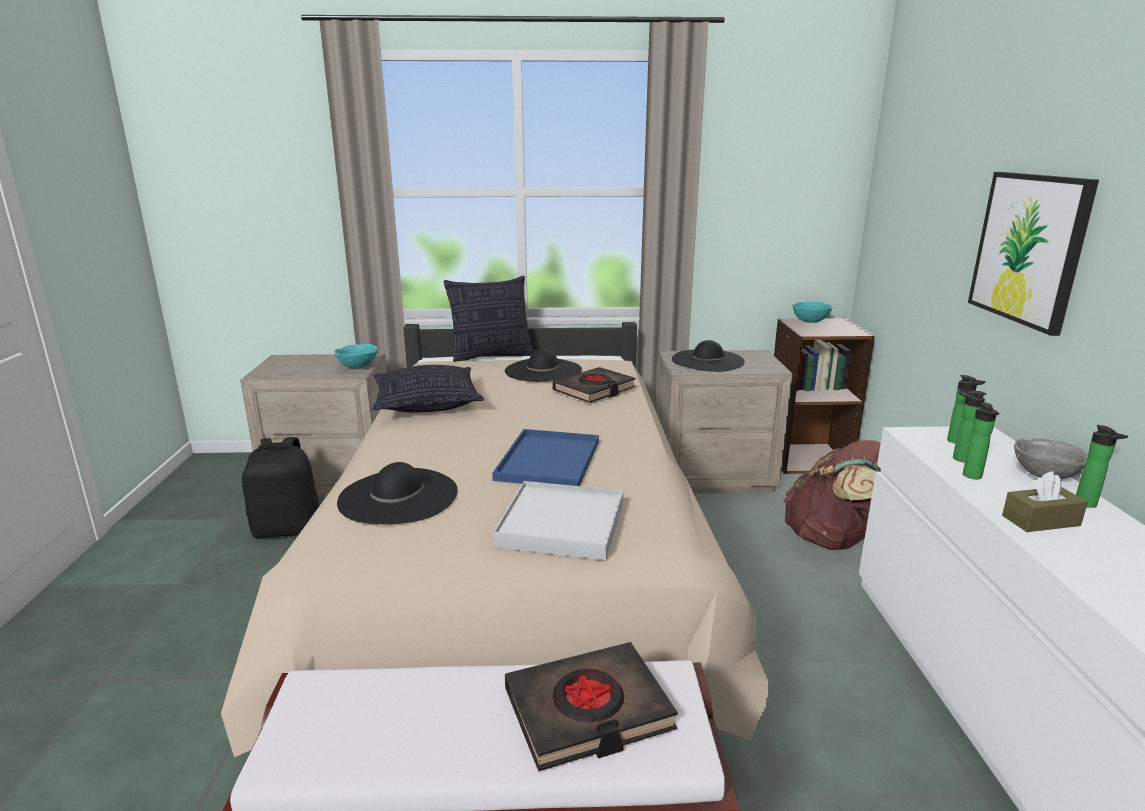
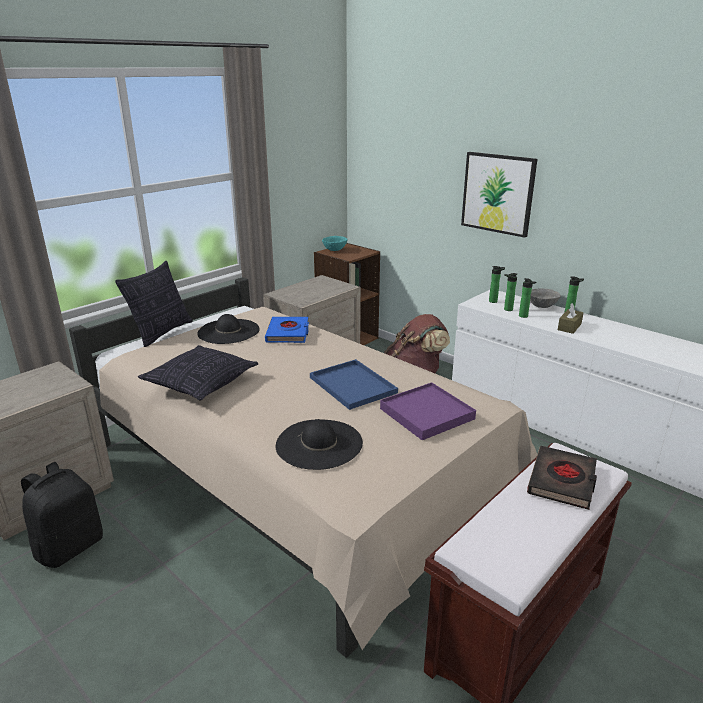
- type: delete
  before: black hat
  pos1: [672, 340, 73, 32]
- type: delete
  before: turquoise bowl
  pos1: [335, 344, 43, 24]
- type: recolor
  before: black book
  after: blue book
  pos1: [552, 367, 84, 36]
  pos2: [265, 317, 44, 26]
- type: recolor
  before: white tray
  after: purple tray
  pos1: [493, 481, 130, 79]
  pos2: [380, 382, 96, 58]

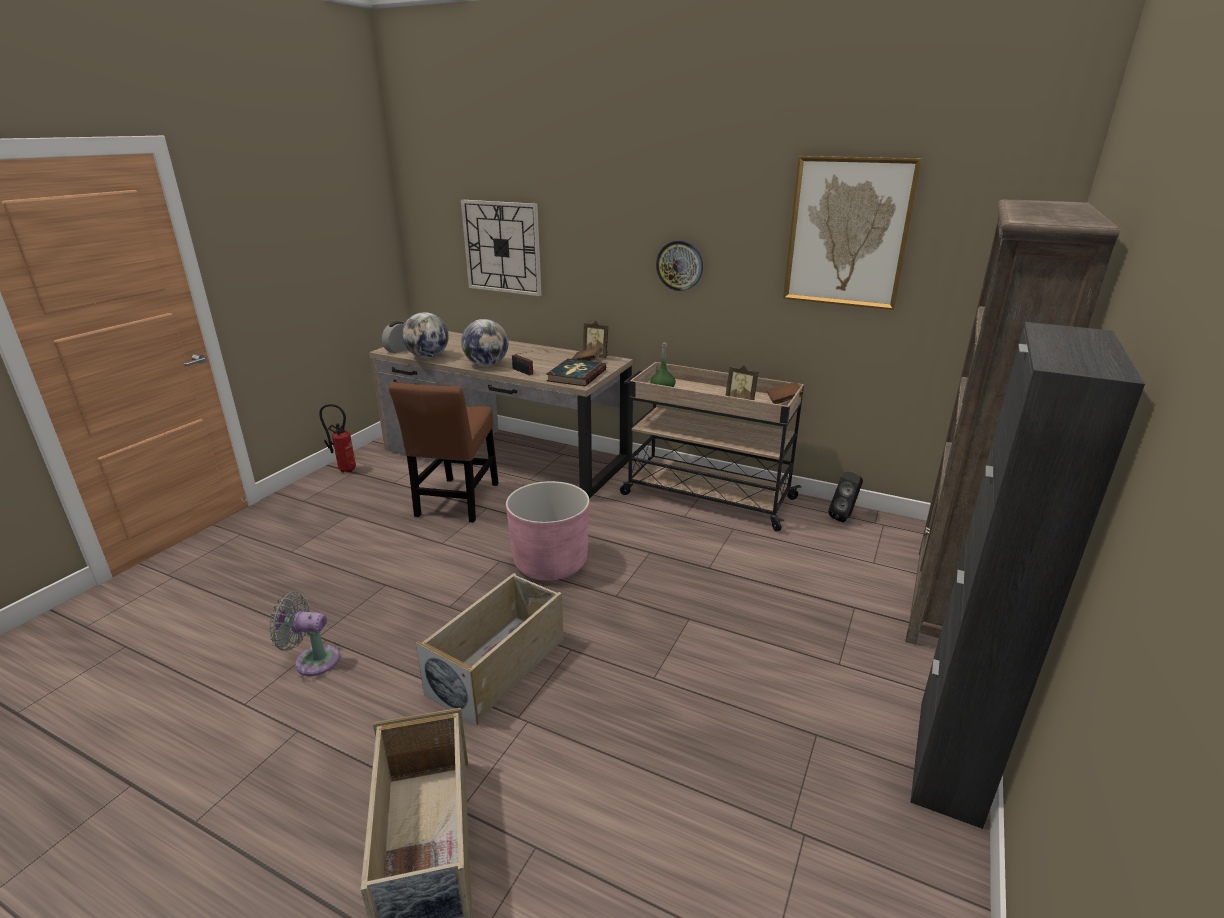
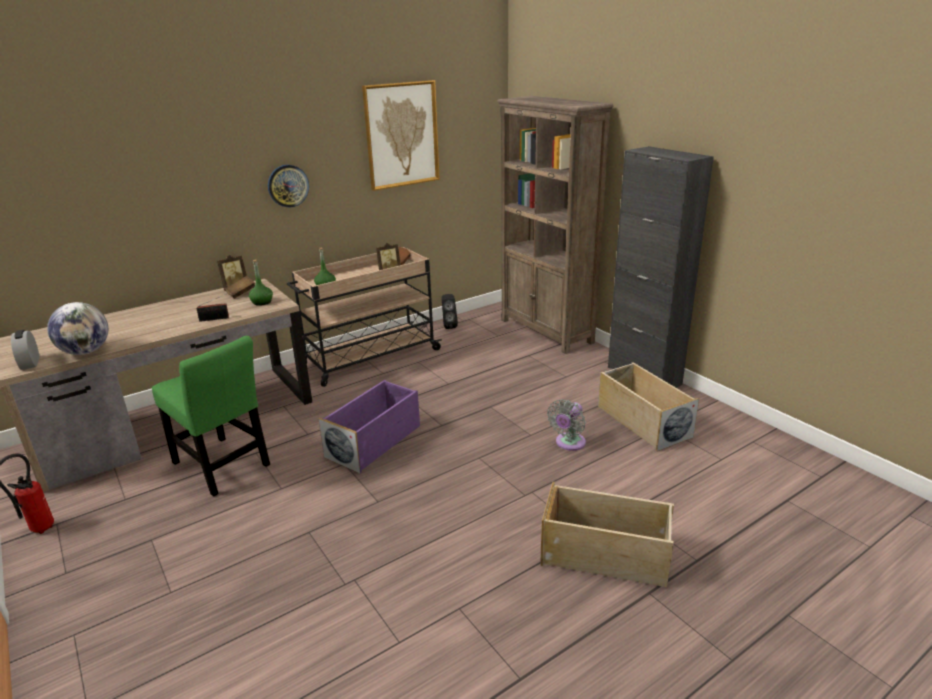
- type: delete
  before: wall clock
  pos1: [461, 200, 81, 96]
- type: delete
  before: globe
  pos1: [461, 319, 47, 47]
- type: replace
  before: book
  after: green bottle
  pos1: [546, 359, 60, 27]
  pos2: [249, 259, 24, 47]
- type: recolor
  before: brown chair
  after: green chair
  pos1: [389, 382, 110, 141]
  pos2: [152, 336, 118, 161]
- type: replace
  before: pink planter
  after: purple storage box
  pos1: [506, 481, 84, 100]
  pos2: [319, 380, 101, 93]
- type: move
  before: beige storage box
  pos1: [416, 573, 148, 153]
  pos2: [598, 362, 101, 89]
- type: move
  before: grey fan
  pos1: [269, 592, 71, 84]
  pos2: [547, 399, 39, 52]

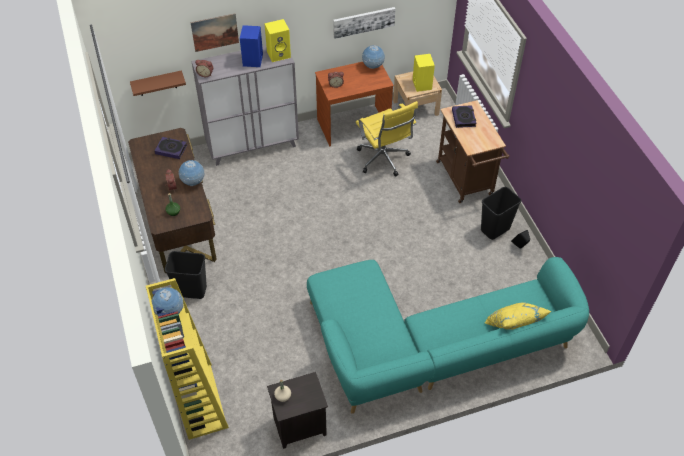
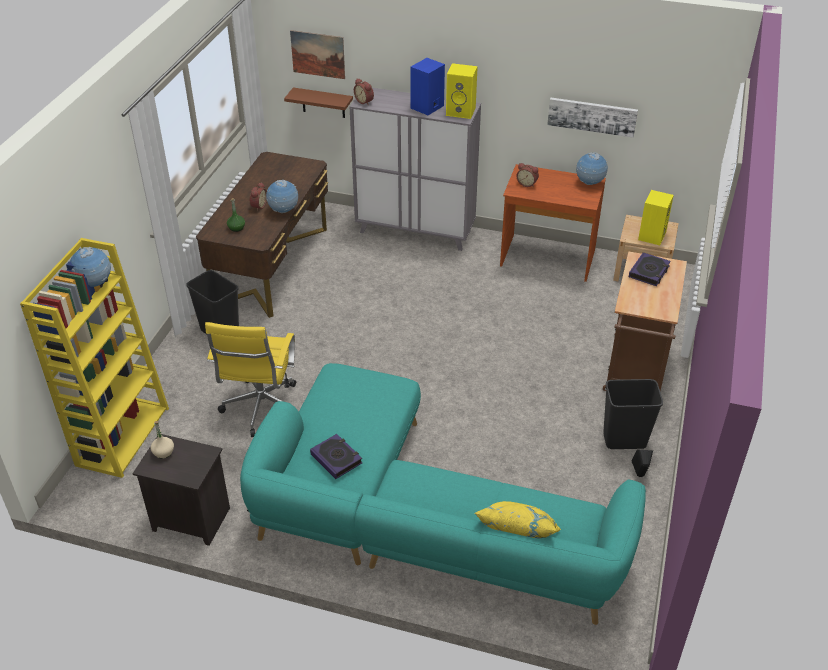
- type: move
  before: picture
  pos1: [190, 13, 49, 39]
  pos2: [290, 30, 55, 49]
- type: move
  before: yellow office chair
  pos1: [356, 101, 62, 75]
  pos2: [205, 322, 91, 115]
- type: move
  before: book
  pos1: [154, 137, 33, 22]
  pos2: [310, 434, 53, 45]

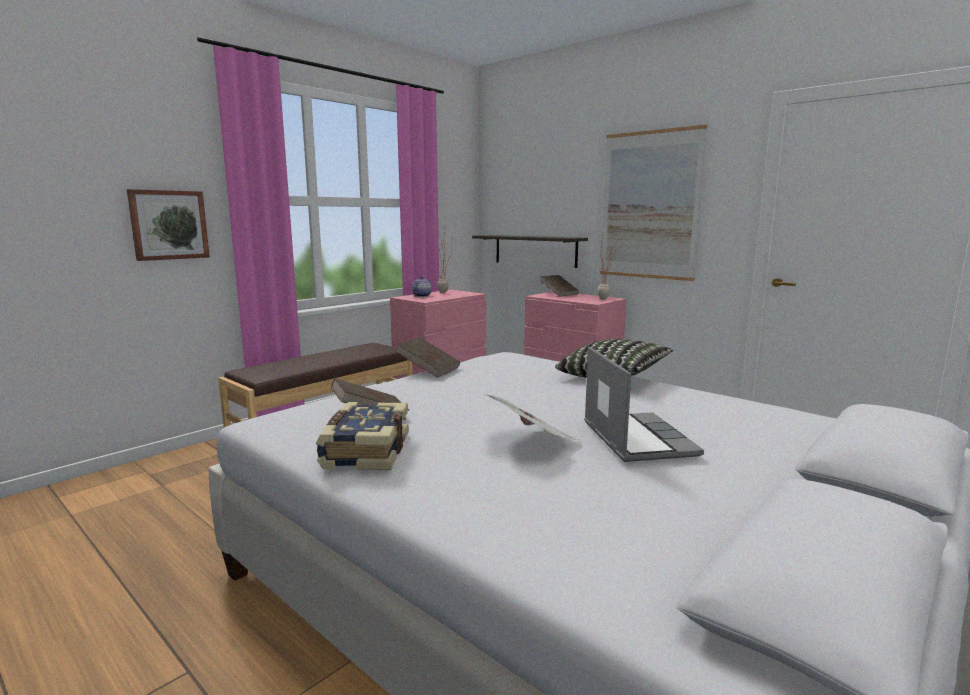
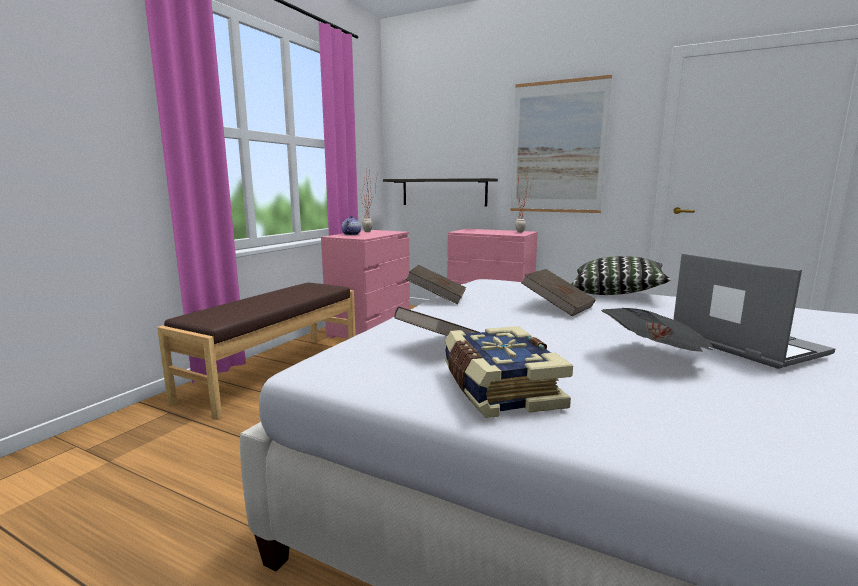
- type: delete
  before: picture
  pos1: [127, 189, 83, 72]
- type: move
  before: brown book
  pos1: [539, 275, 40, 21]
  pos2: [521, 269, 75, 47]

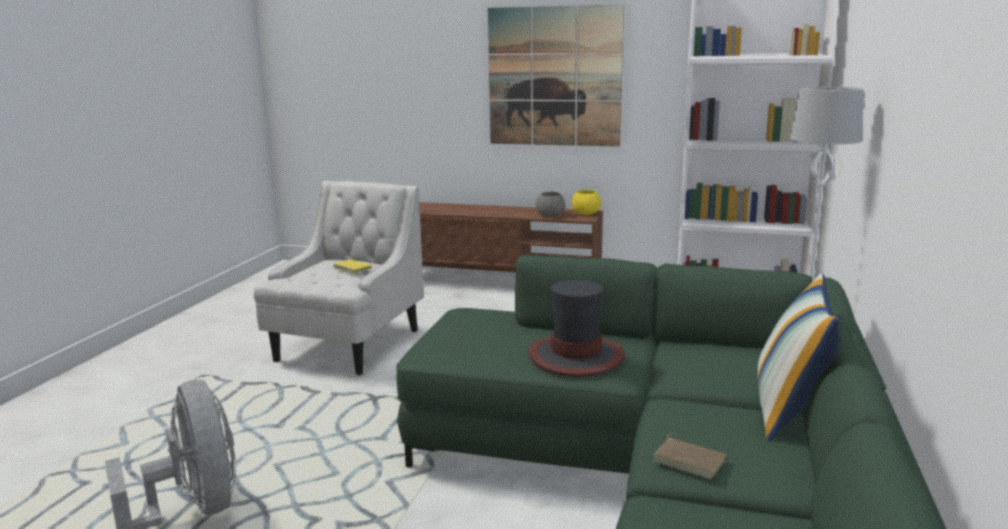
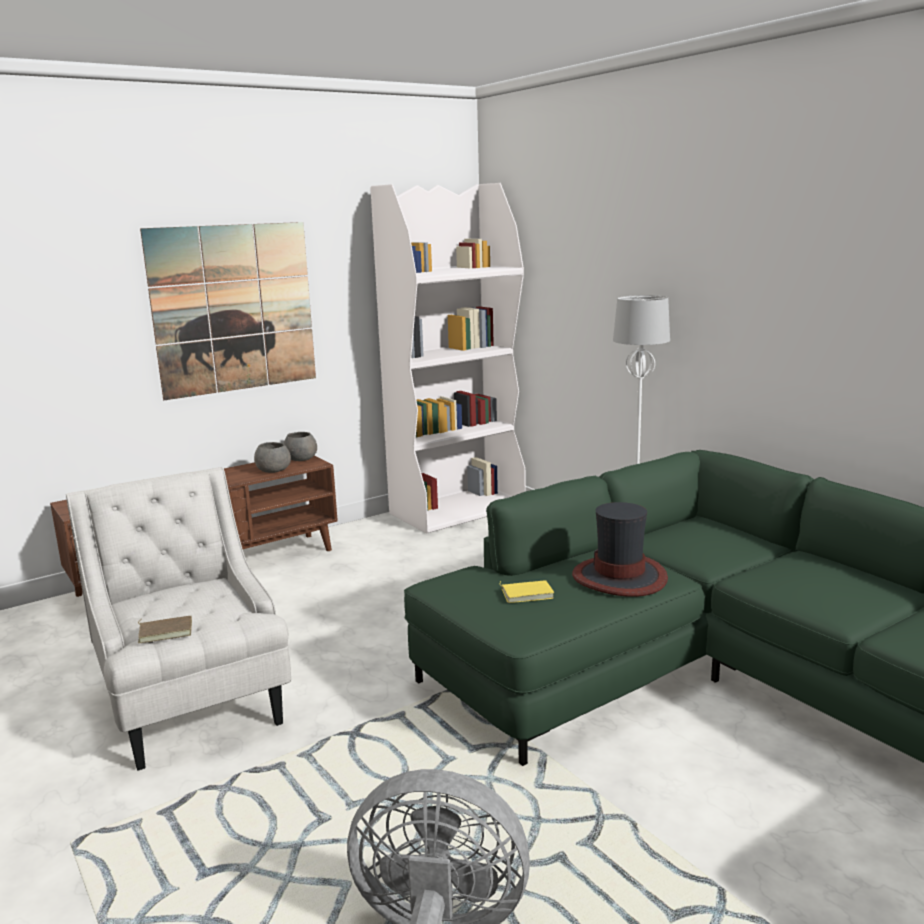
- type: recolor
  before: yellow bowl
  after: grey bowl
  pos1: [572, 190, 29, 25]
  pos2: [283, 432, 34, 29]
- type: move
  before: yellow book
  pos1: [333, 258, 39, 16]
  pos2: [500, 581, 54, 22]
- type: delete
  before: pillow
  pos1: [758, 273, 82, 168]
- type: move
  before: brown book
  pos1: [653, 433, 74, 46]
  pos2: [138, 616, 54, 27]

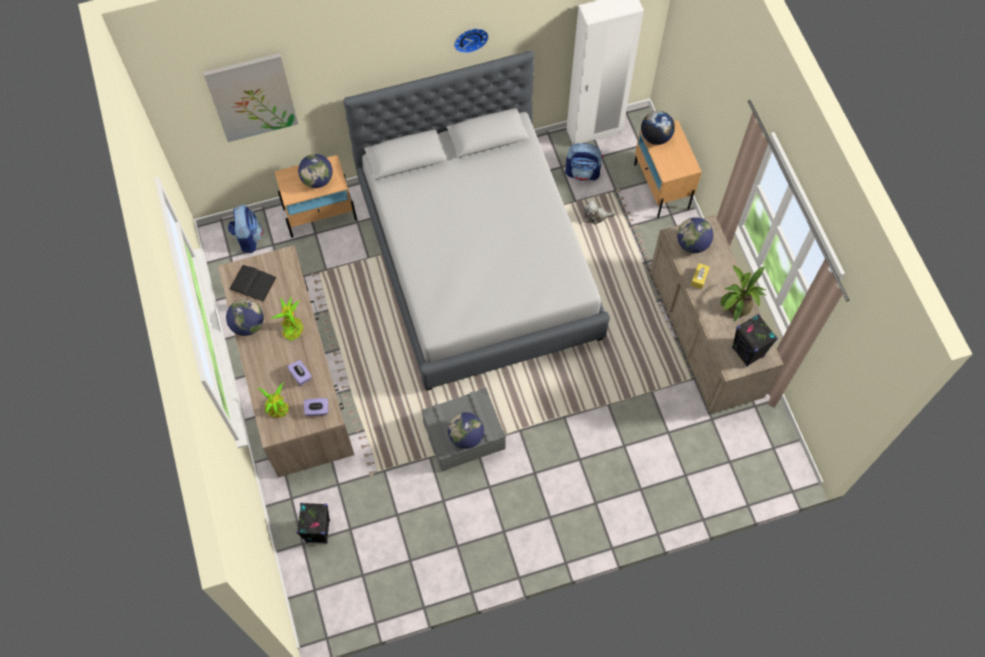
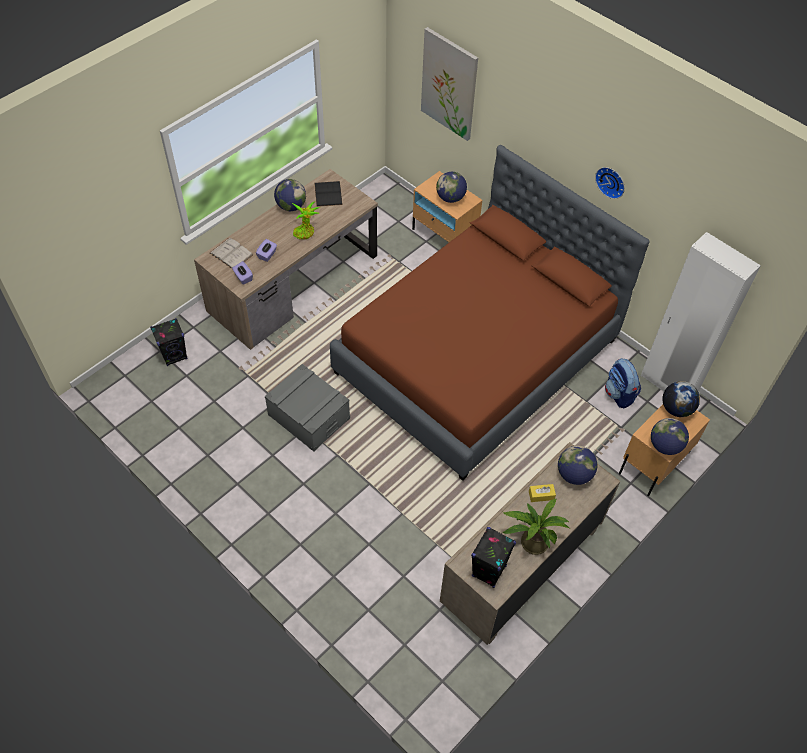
- type: recolor
  before: grey bed
  after: brown bed
  pos1: [343, 50, 267, 341]
  pos2: [330, 145, 320, 336]
- type: delete
  before: plush toy
  pos1: [584, 201, 31, 24]
- type: delete
  before: backpack
  pos1: [228, 205, 35, 48]
- type: replace
  before: potted plant
  after: white book
  pos1: [258, 383, 31, 35]
  pos2: [210, 238, 44, 31]
- type: move
  before: globe
  pos1: [448, 412, 36, 37]
  pos2: [651, 418, 38, 37]

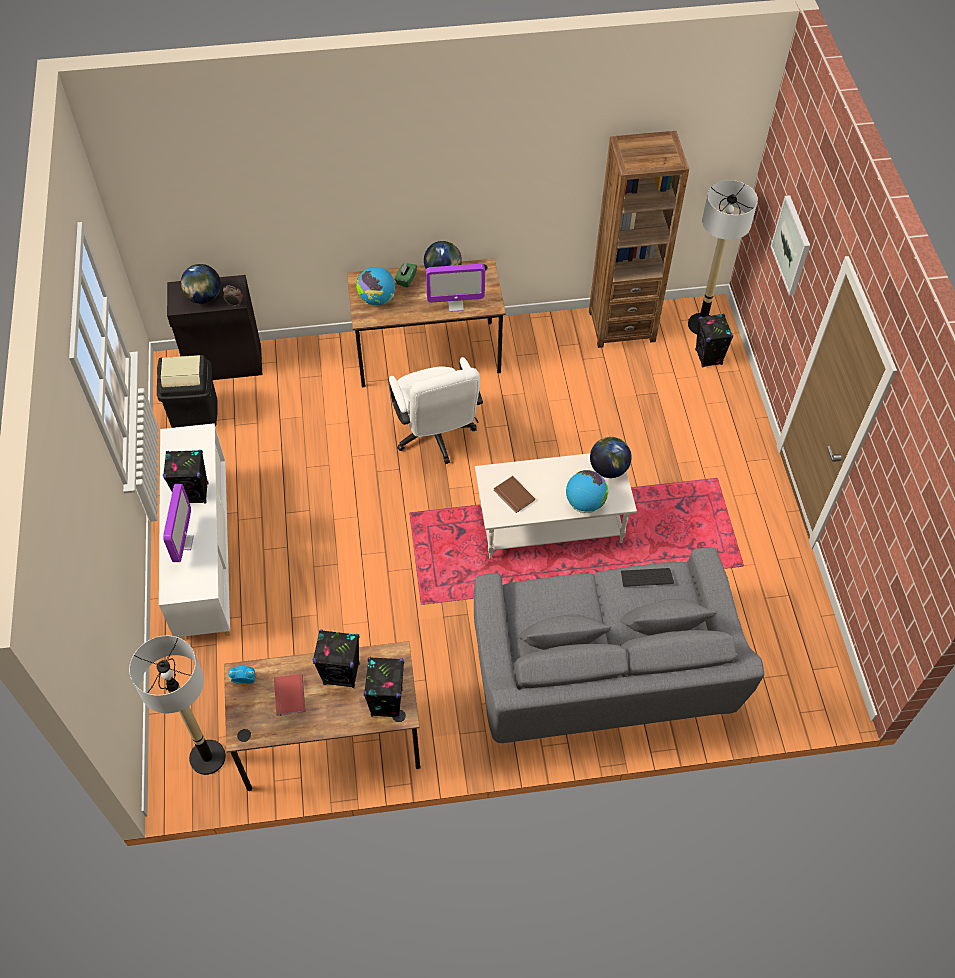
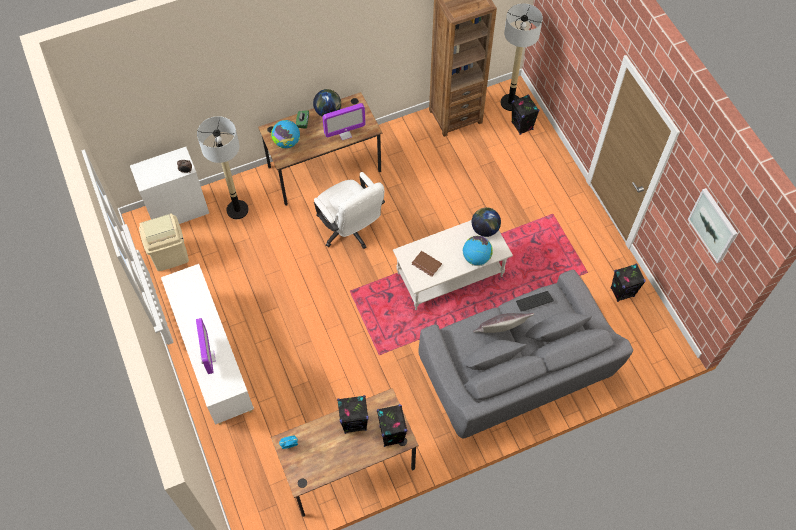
- type: move
  before: picture
  pos1: [770, 195, 40, 101]
  pos2: [688, 188, 50, 75]
- type: delete
  before: globe
  pos1: [181, 264, 40, 40]
- type: recolor
  before: black cabinet
  after: white cabinet
  pos1: [167, 275, 95, 105]
  pos2: [130, 147, 79, 77]
- type: recolor
  before: black trash can
  after: beige trash can
  pos1: [157, 355, 61, 73]
  pos2: [139, 214, 50, 57]
- type: move
  before: black speaker
  pos1: [163, 450, 45, 53]
  pos2: [610, 264, 36, 38]
- type: move
  before: floor lamp
  pos1: [129, 636, 97, 139]
  pos2: [197, 116, 52, 103]
- type: delete
  before: red book
  pos1: [274, 674, 32, 42]
- type: insert
  after: grey pillow
  pos2: [473, 313, 61, 20]

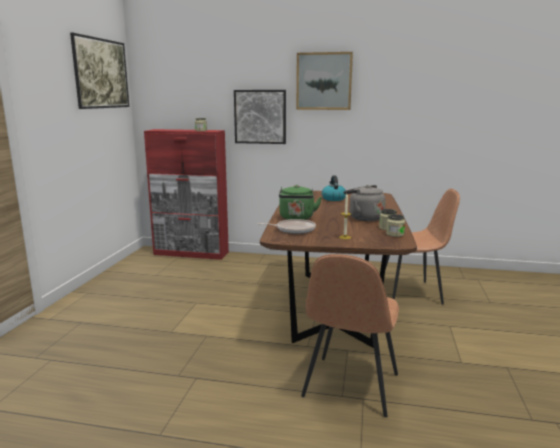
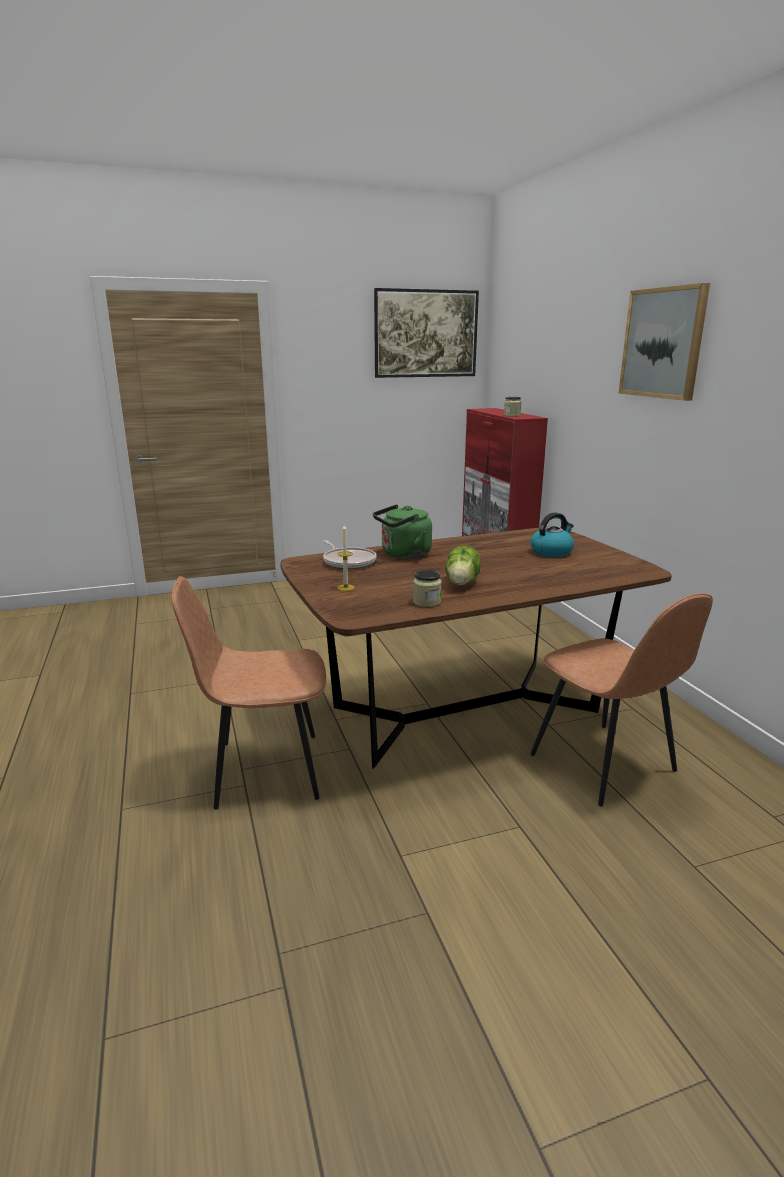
- type: delete
  before: picture
  pos1: [234, 90, 52, 54]
- type: replace
  before: grey kettle
  after: lettuce
  pos1: [343, 185, 42, 36]
  pos2: [445, 546, 36, 39]
- type: delete
  before: jar
  pos1: [386, 214, 19, 23]

